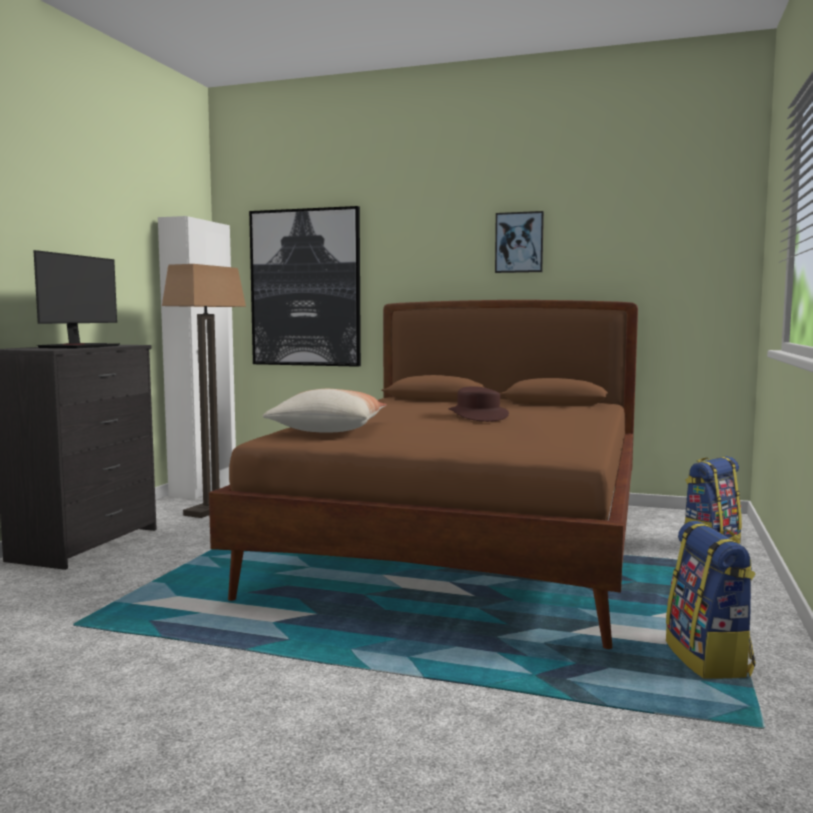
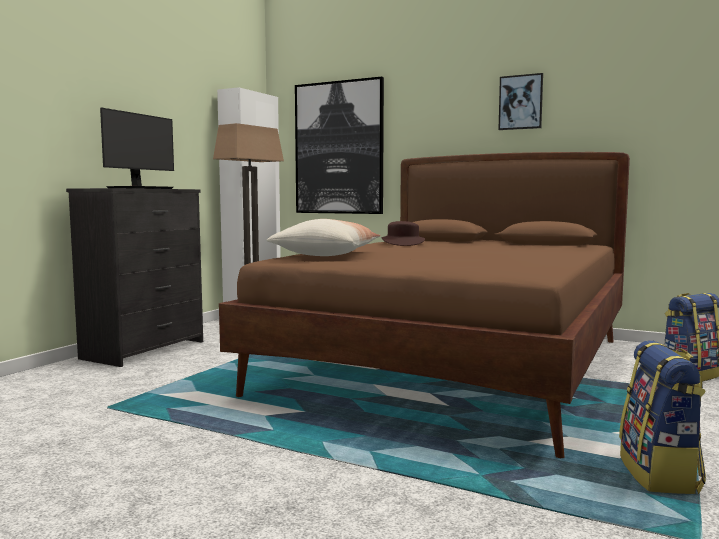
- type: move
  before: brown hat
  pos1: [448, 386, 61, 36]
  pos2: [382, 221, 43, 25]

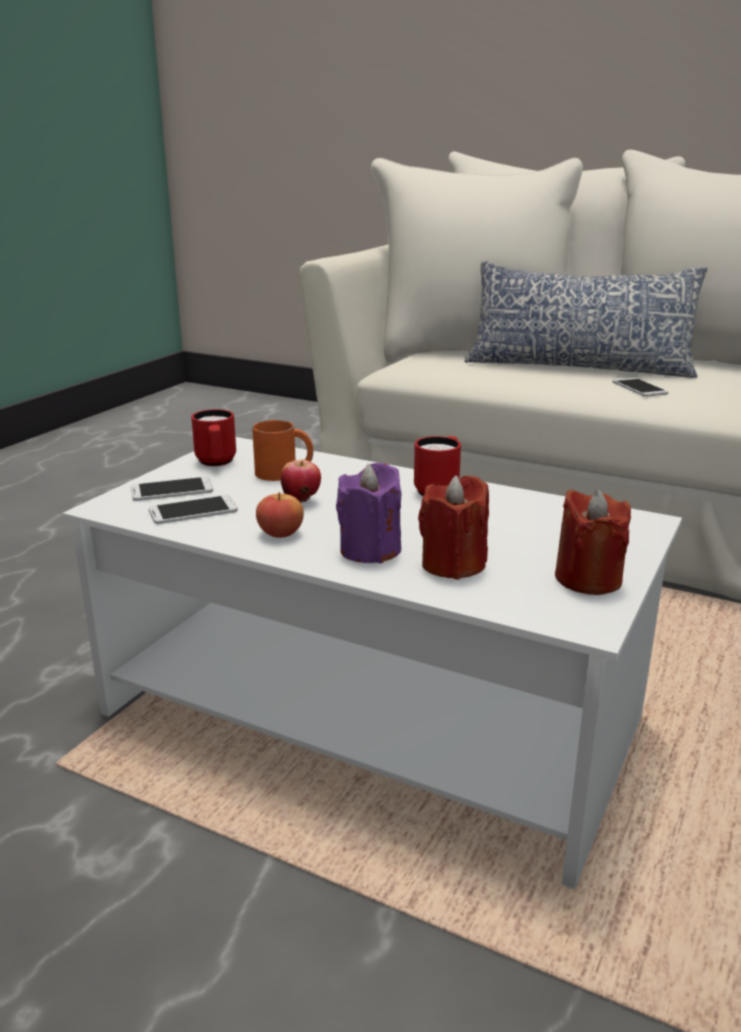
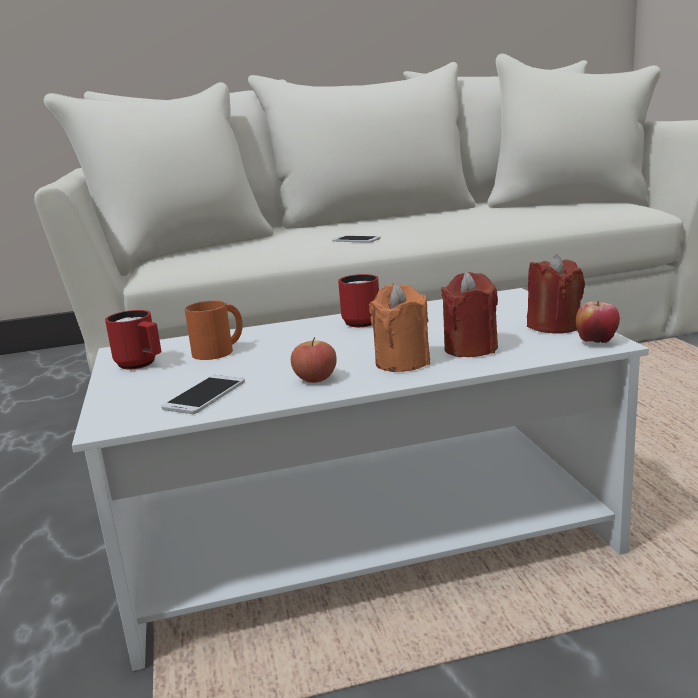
- type: delete
  before: pillow
  pos1: [464, 261, 244, 117]
- type: move
  before: apple
  pos1: [281, 460, 40, 43]
  pos2: [576, 301, 44, 42]
- type: recolor
  before: purple candle
  after: orange candle
  pos1: [336, 463, 66, 100]
  pos2: [369, 283, 61, 89]
- type: delete
  before: phone
  pos1: [131, 477, 82, 24]

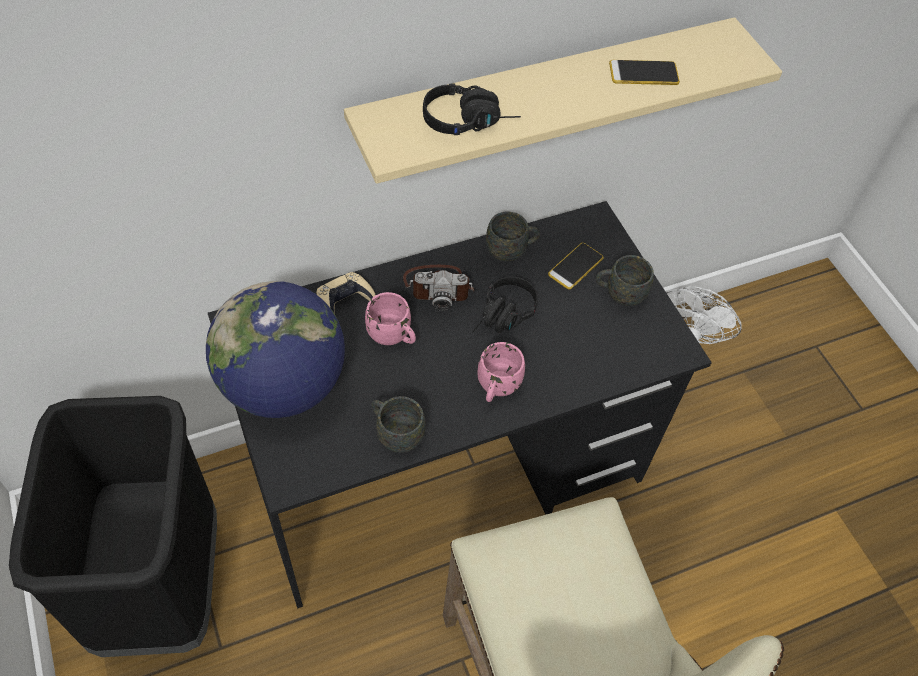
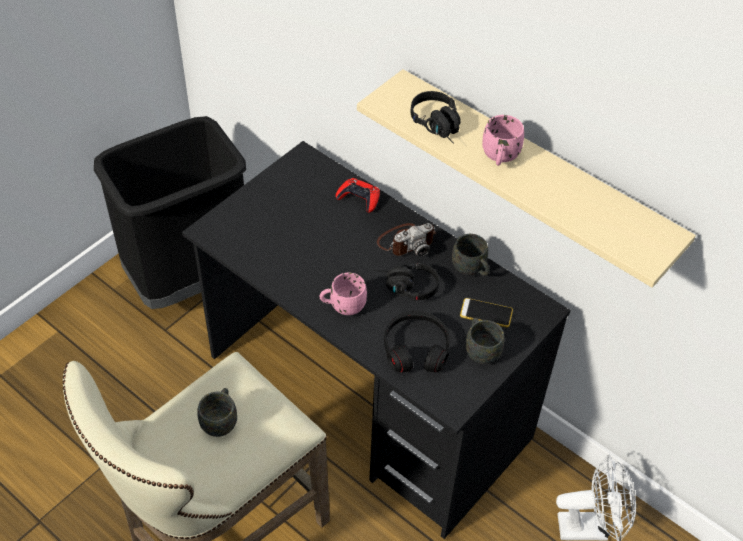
- type: delete
  before: phone
  pos1: [609, 60, 71, 25]
- type: rotate
  before: photo camera
  pos1: [403, 265, 72, 46]
  pos2: [377, 223, 60, 34]
  turn: -90
- type: recolor
  before: beige game controller
  after: red game controller
  pos1: [316, 272, 60, 42]
  pos2: [335, 178, 45, 35]
- type: delete
  before: globe
  pos1: [206, 281, 139, 137]
- type: move
  before: pink mug
  pos1: [365, 292, 51, 53]
  pos2: [482, 115, 42, 51]
- type: move
  before: grey mug
  pos1: [372, 396, 53, 57]
  pos2: [197, 388, 40, 49]
- type: insert
  after: black headphones
  pos2: [384, 311, 66, 62]

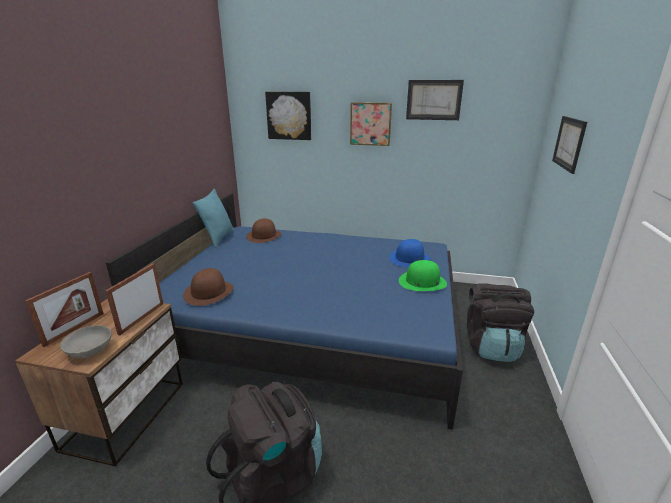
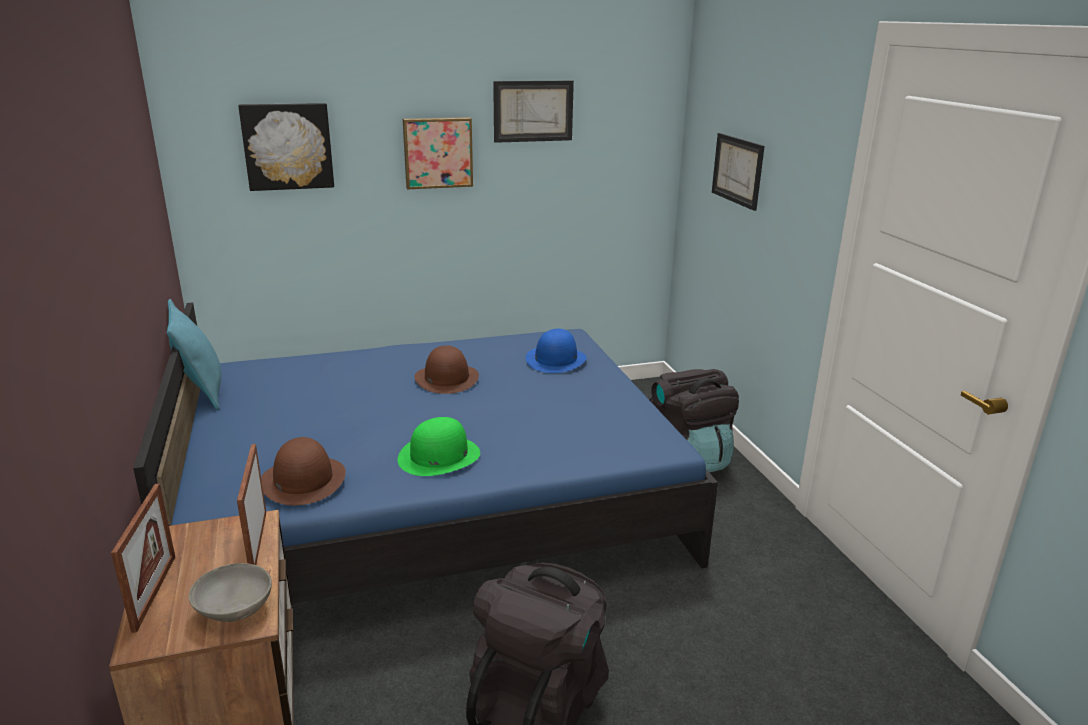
- type: move
  before: brown hat
  pos1: [246, 218, 36, 25]
  pos2: [415, 345, 64, 49]
- type: move
  before: green hat
  pos1: [399, 260, 48, 31]
  pos2: [398, 417, 82, 59]

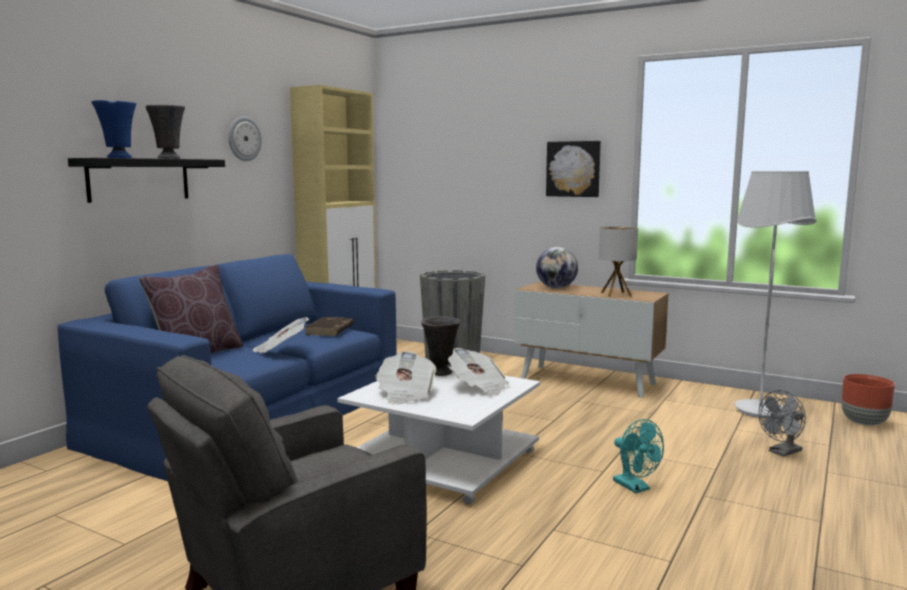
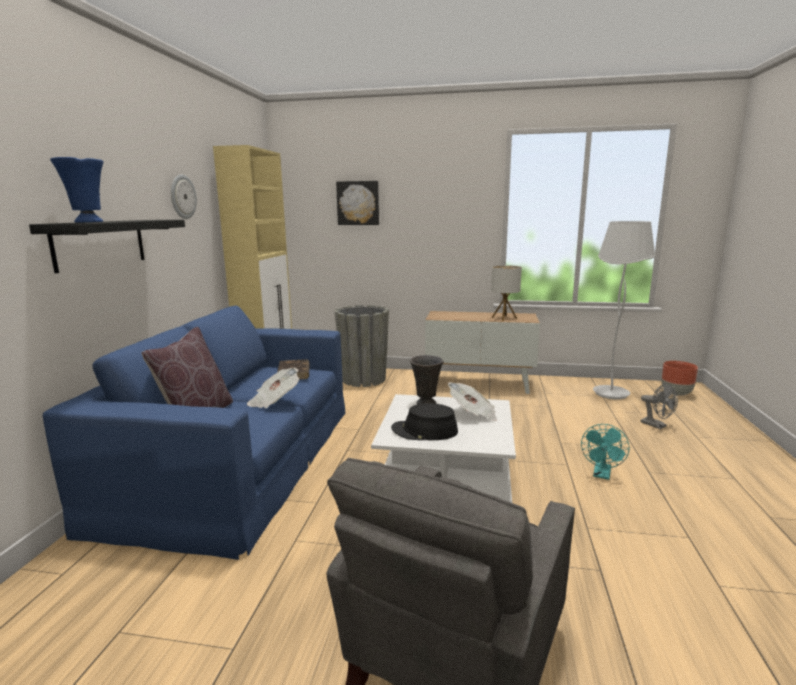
- type: delete
  before: grey vase
  pos1: [146, 105, 39, 54]
- type: move
  before: picture
  pos1: [546, 141, 55, 56]
  pos2: [336, 181, 43, 44]
- type: delete
  before: globe
  pos1: [536, 247, 42, 41]
- type: replace
  before: newspaper
  after: black hat
  pos1: [376, 351, 61, 54]
  pos2: [391, 403, 67, 37]
- type: rotate
  before: grey fan
  pos1: [758, 390, 48, 67]
  pos2: [641, 383, 37, 46]
  turn: -75
- type: rotate
  before: turquoise fan
  pos1: [613, 419, 51, 74]
  pos2: [581, 424, 48, 56]
  turn: 75

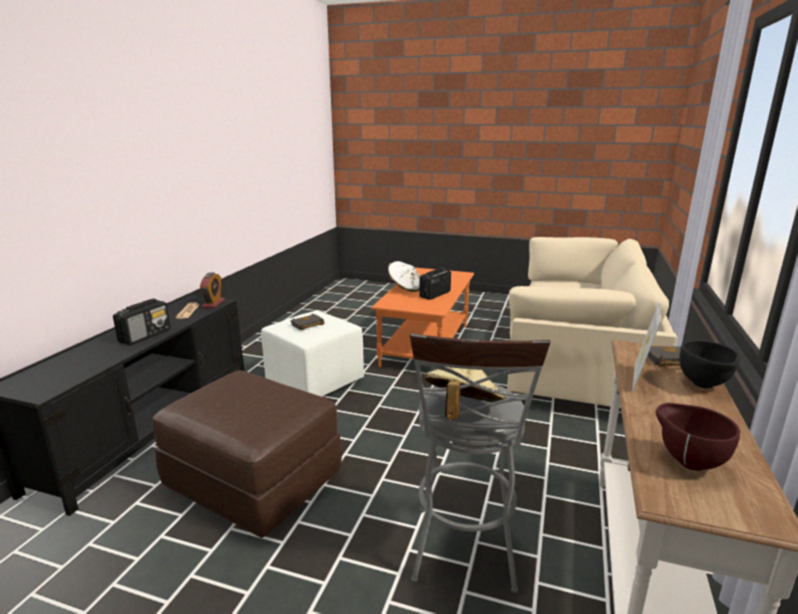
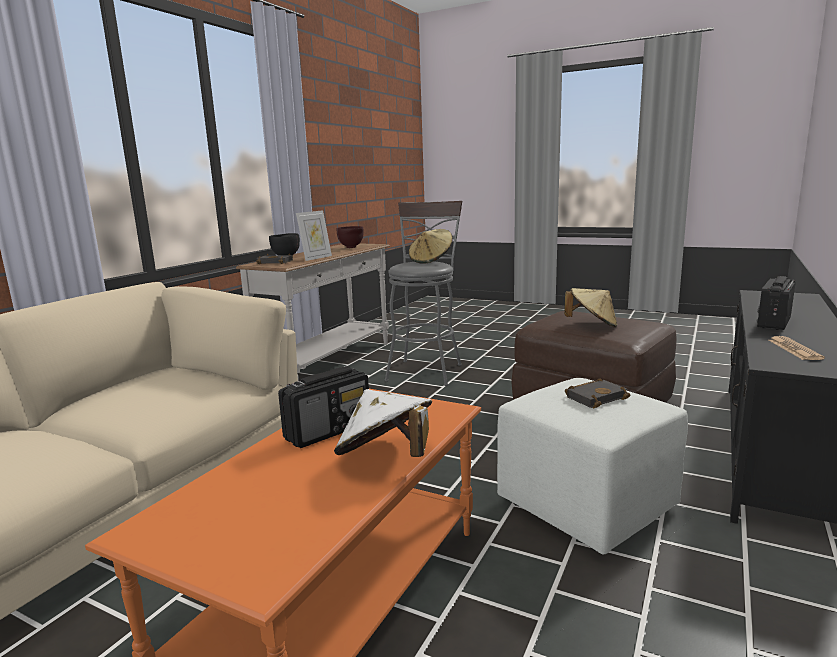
- type: delete
  before: alarm clock
  pos1: [200, 272, 25, 36]
- type: insert
  after: beige hat
  pos2: [564, 288, 53, 39]

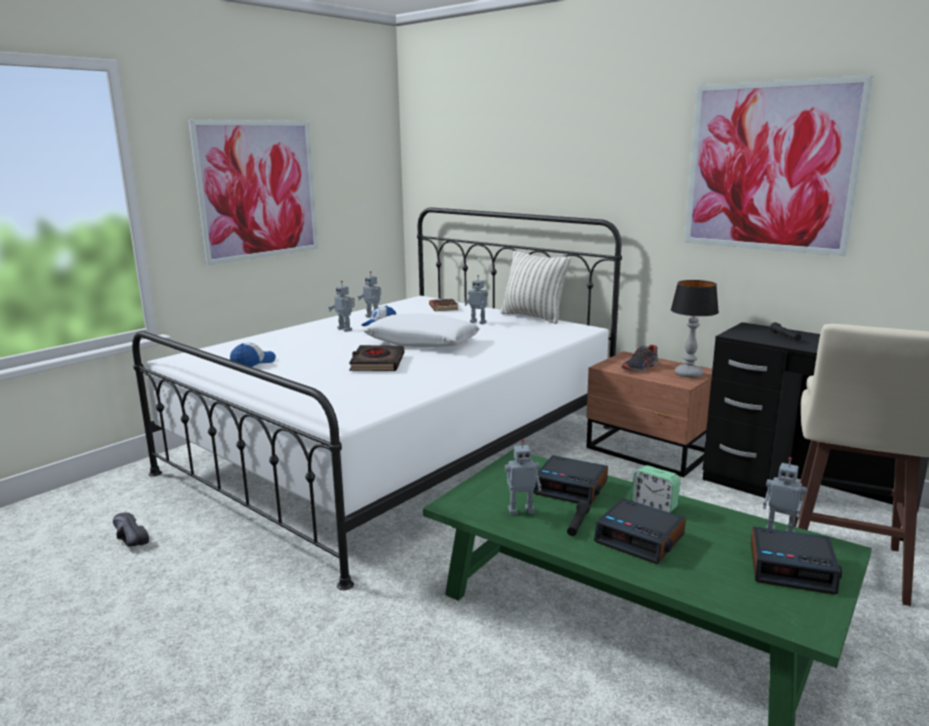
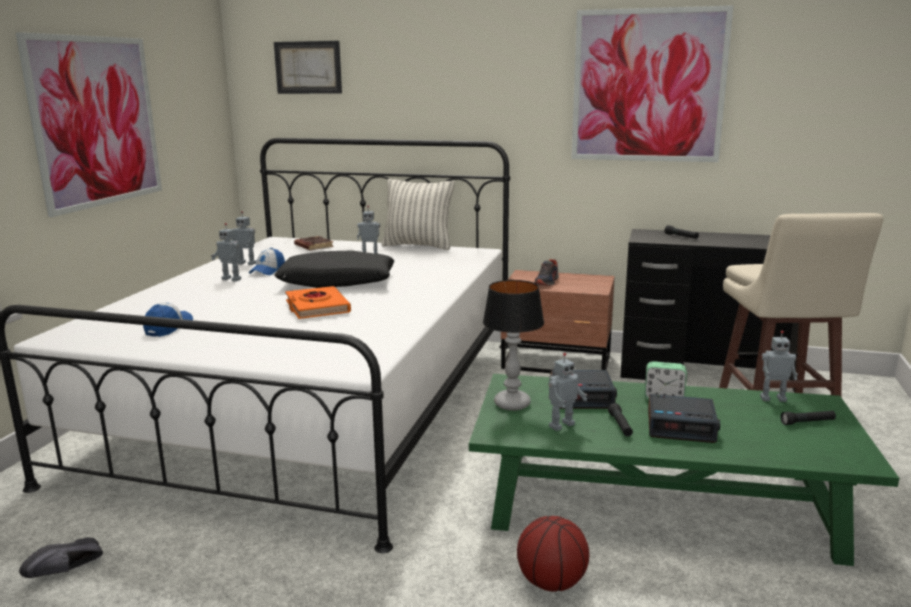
- type: move
  before: table lamp
  pos1: [671, 280, 48, 98]
  pos2: [483, 280, 61, 131]
- type: recolor
  before: white pillow
  after: black pillow
  pos1: [364, 313, 116, 34]
  pos2: [274, 250, 120, 38]
- type: recolor
  before: black book
  after: orange book
  pos1: [349, 345, 55, 26]
  pos2: [285, 286, 66, 33]
- type: rotate
  before: black shoe
  pos1: [113, 512, 36, 35]
  pos2: [19, 537, 84, 41]
  turn: -60
- type: replace
  before: alarm clock
  after: black flashlight
  pos1: [751, 526, 91, 68]
  pos2: [781, 411, 55, 14]
- type: insert
  after: picture
  pos2: [274, 41, 68, 53]
- type: insert
  after: basketball
  pos2: [517, 516, 72, 76]

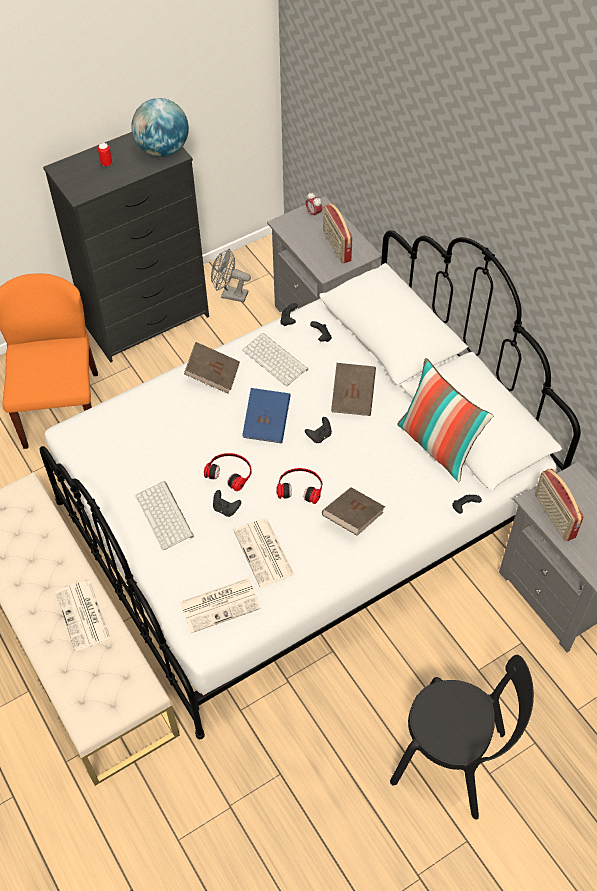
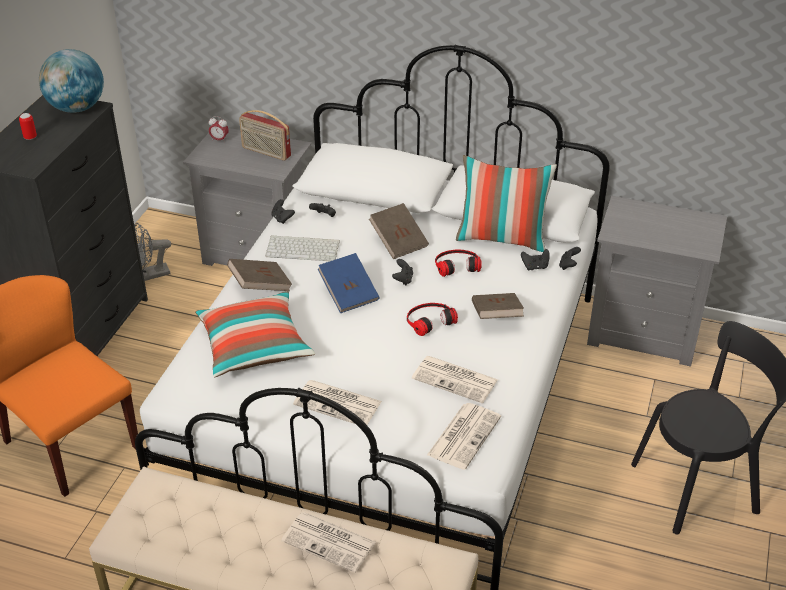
- type: move
  before: headphones
  pos1: [204, 453, 48, 38]
  pos2: [435, 250, 47, 27]
- type: delete
  before: radio
  pos1: [535, 469, 49, 72]
- type: replace
  before: keyboard
  after: newspaper
  pos1: [135, 481, 59, 69]
  pos2: [293, 380, 89, 45]
- type: move
  before: black game controller
  pos1: [213, 490, 28, 27]
  pos2: [521, 249, 29, 21]
- type: insert
  after: pillow
  pos2: [195, 291, 120, 86]

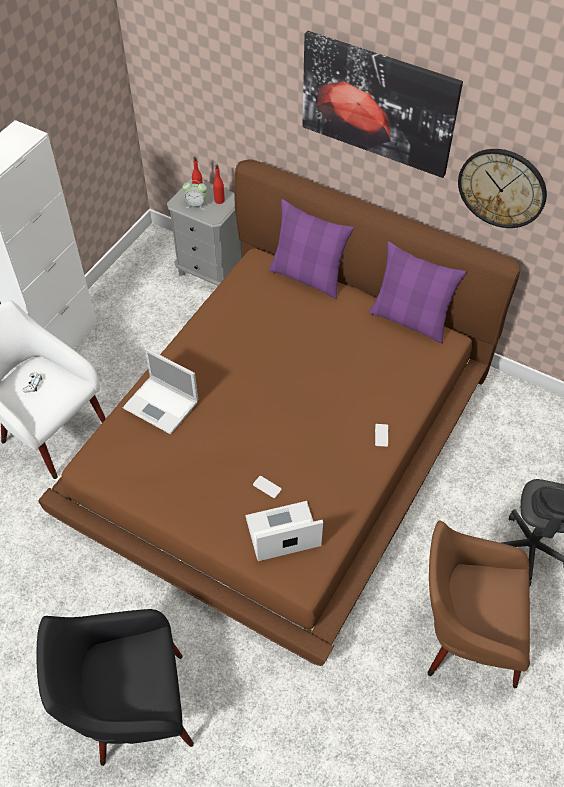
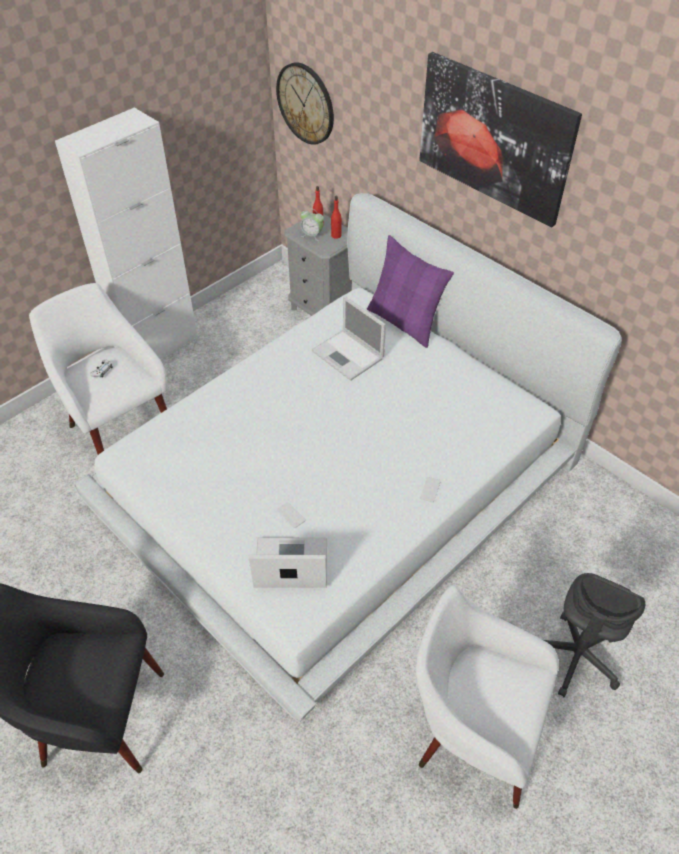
- type: move
  before: wall clock
  pos1: [458, 149, 89, 79]
  pos2: [276, 62, 58, 83]
- type: recolor
  before: brown bed
  after: white bed
  pos1: [38, 159, 482, 507]
  pos2: [74, 193, 548, 529]
- type: delete
  before: purple pillow
  pos1: [369, 241, 98, 102]
- type: move
  before: laptop
  pos1: [123, 348, 75, 87]
  pos2: [312, 296, 74, 85]
- type: recolor
  before: brown armchair
  after: white armchair
  pos1: [428, 521, 102, 167]
  pos2: [416, 585, 143, 224]

